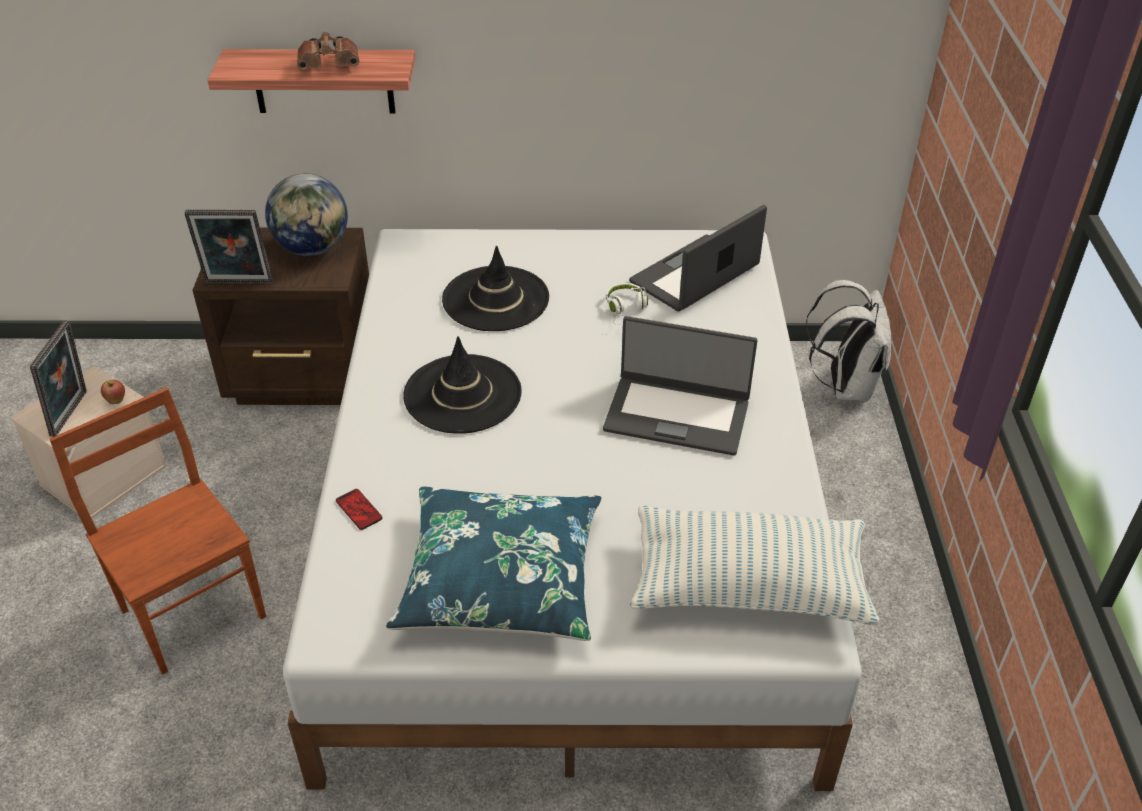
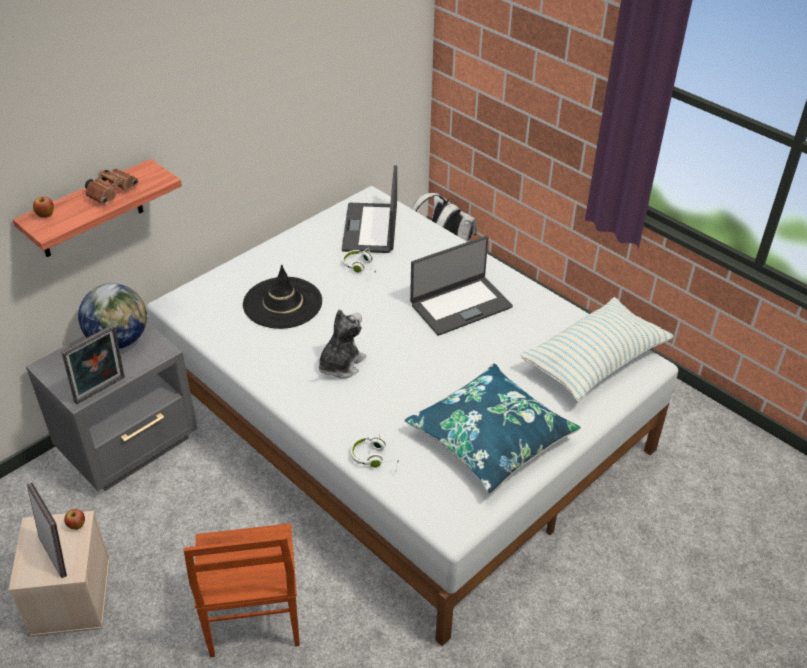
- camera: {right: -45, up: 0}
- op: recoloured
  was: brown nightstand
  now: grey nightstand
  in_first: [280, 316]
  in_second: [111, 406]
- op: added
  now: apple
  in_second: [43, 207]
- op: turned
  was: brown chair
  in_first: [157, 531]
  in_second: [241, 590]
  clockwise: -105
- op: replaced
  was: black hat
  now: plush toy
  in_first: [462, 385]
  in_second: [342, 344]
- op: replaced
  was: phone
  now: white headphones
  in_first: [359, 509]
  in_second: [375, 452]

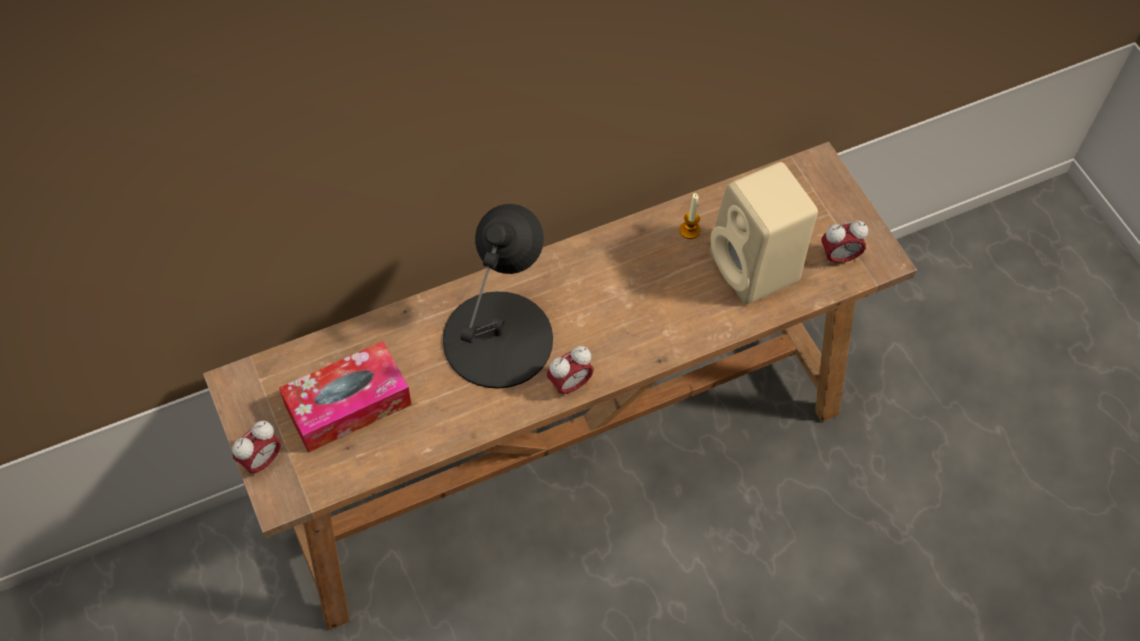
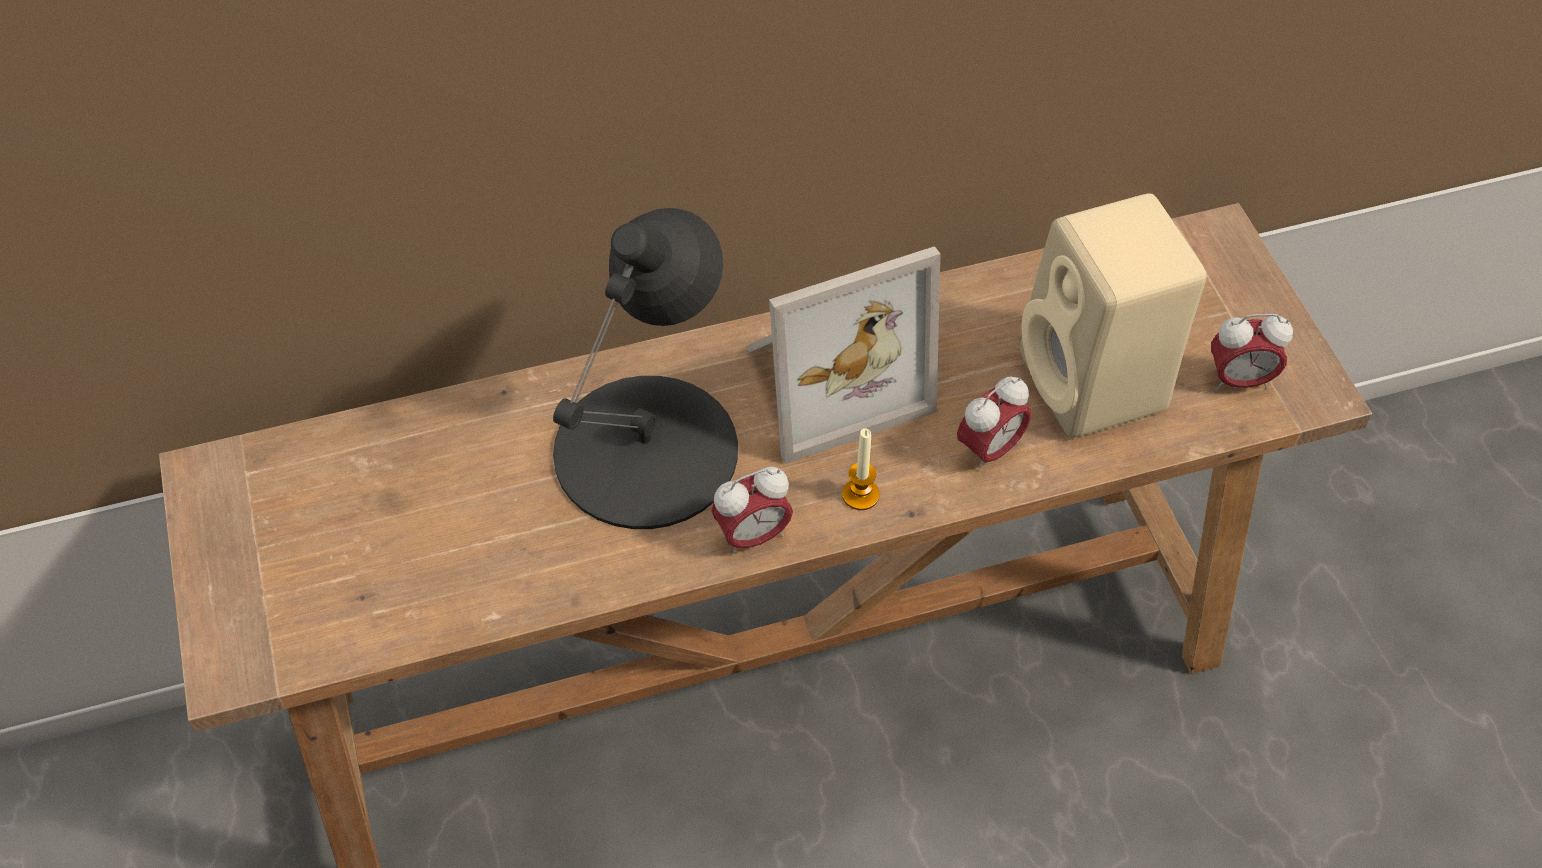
- camera: {right: 10, up: -5}
- op: added
  now: picture frame
  in_second: [843, 355]
- op: moved
  was: candle
  in_first: [690, 216]
  in_second: [860, 469]
- op: moved
  was: alarm clock
  in_first: [256, 449]
  in_second: [994, 424]
- op: removed
  was: tissue box
  in_first: [345, 397]

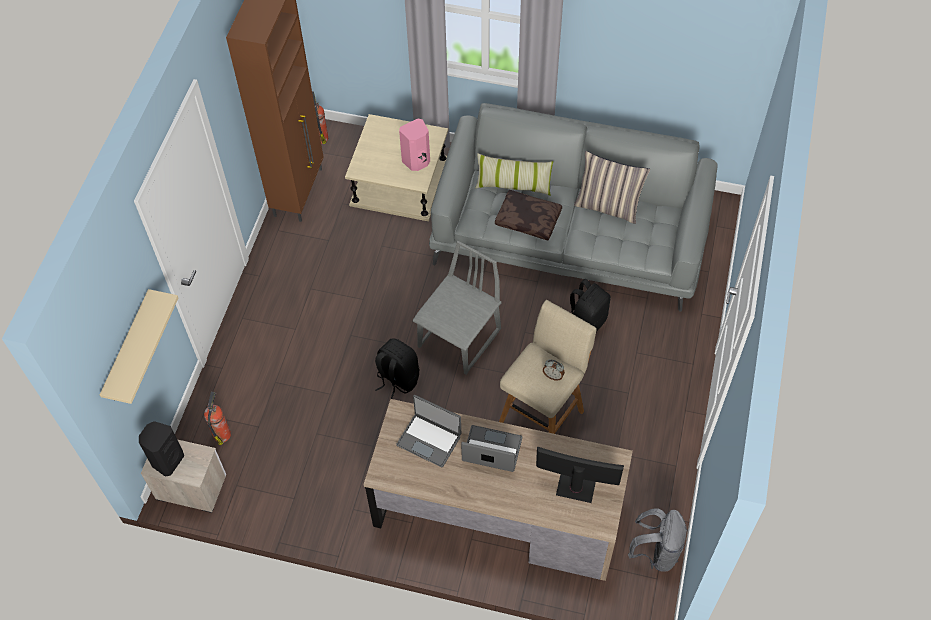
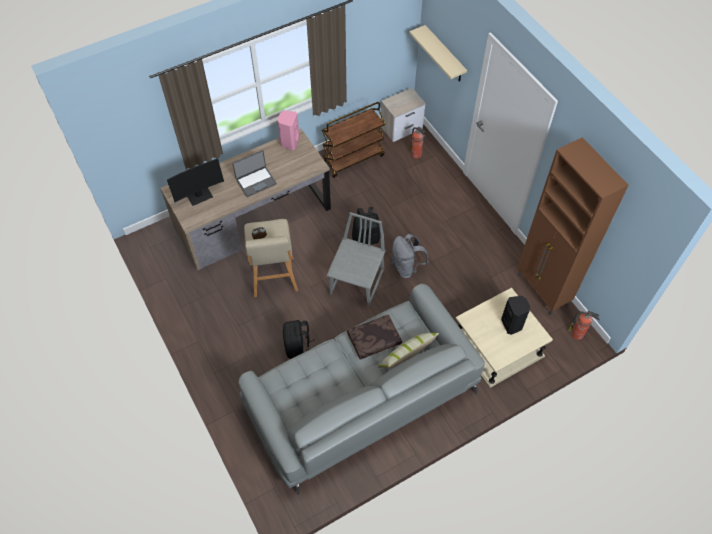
- camera: {right: 135, up: 0}
- op: moved
  was: pink speaker
  in_first: [414, 145]
  in_second: [288, 130]
- op: added
  now: brown cart
  in_second: [353, 140]
- op: turned
  was: grey chair
  in_first: [457, 308]
  in_second: [356, 259]
  clockwise: -150
- op: moved
  was: grey backpack
  in_first: [658, 540]
  in_second: [410, 256]
- op: moved
  was: black speaker
  in_first: [161, 449]
  in_second: [515, 315]
- op: removed
  was: laptop
  in_first: [428, 431]
- op: removed
  was: pillow
  in_first: [612, 187]

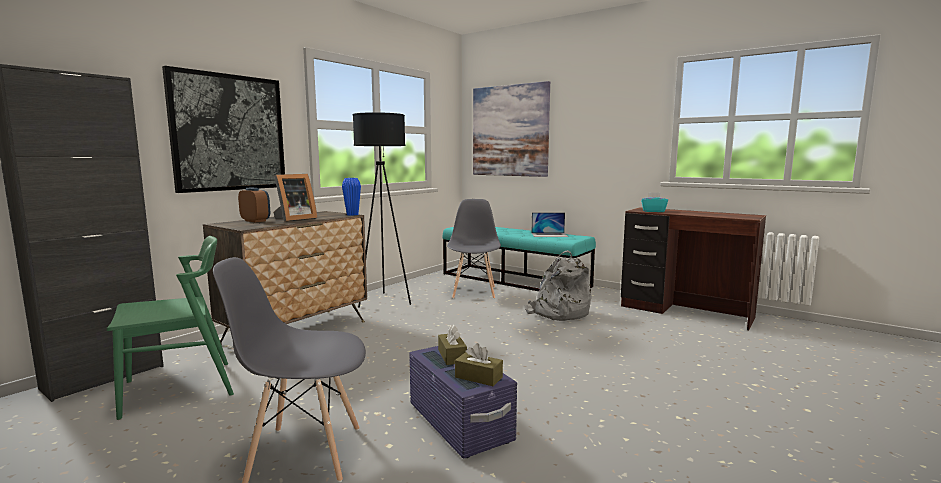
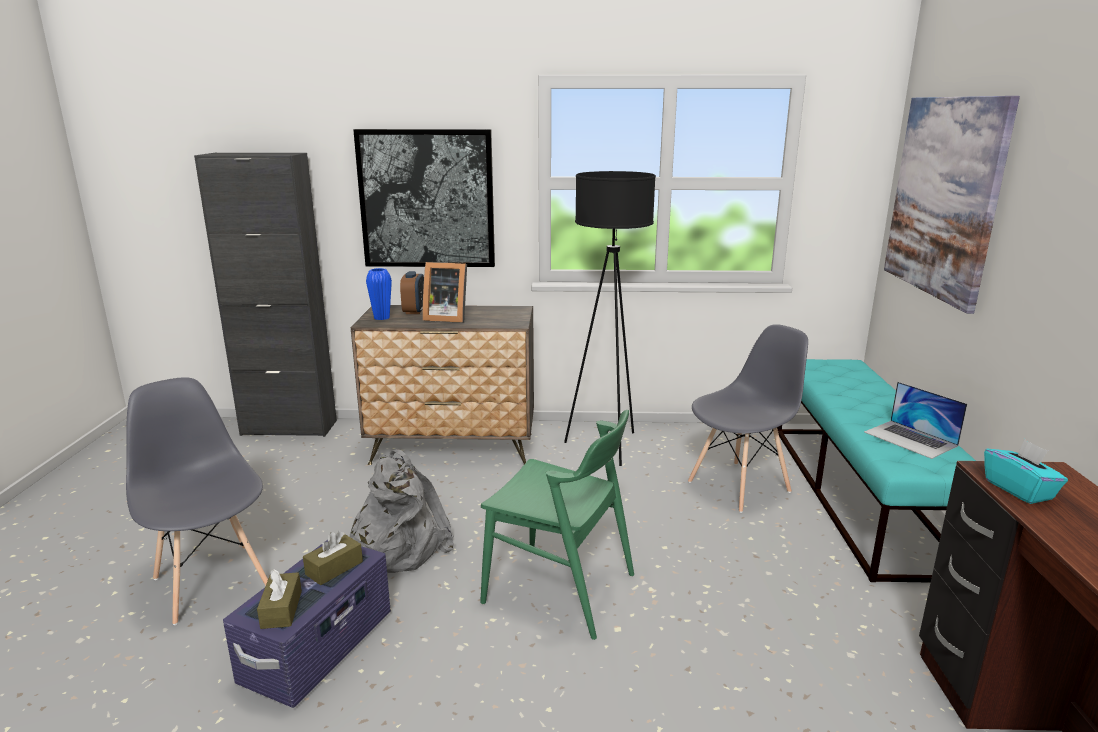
- camera: {right: 55, up: 10}
- op: moved
  was: grey backpack
  in_first: [558, 285]
  in_second: [402, 511]
- op: moved
  was: blue vase
  in_first: [351, 196]
  in_second: [379, 294]
- op: moved
  was: green chair
  in_first: [170, 328]
  in_second: [557, 525]

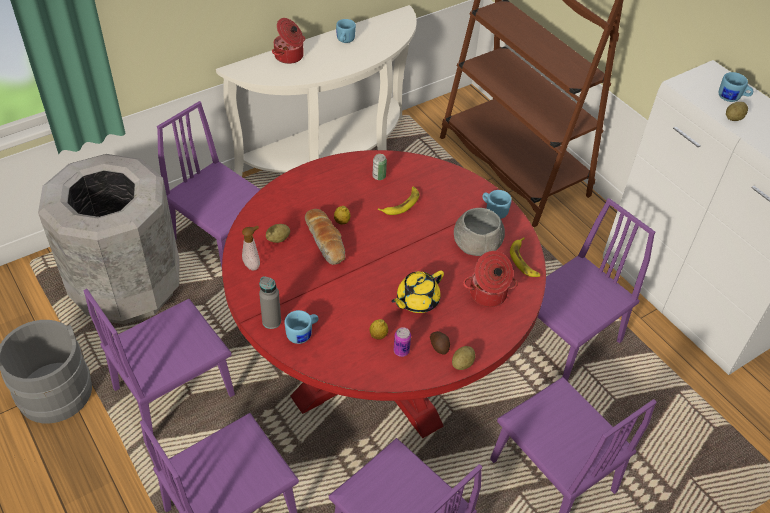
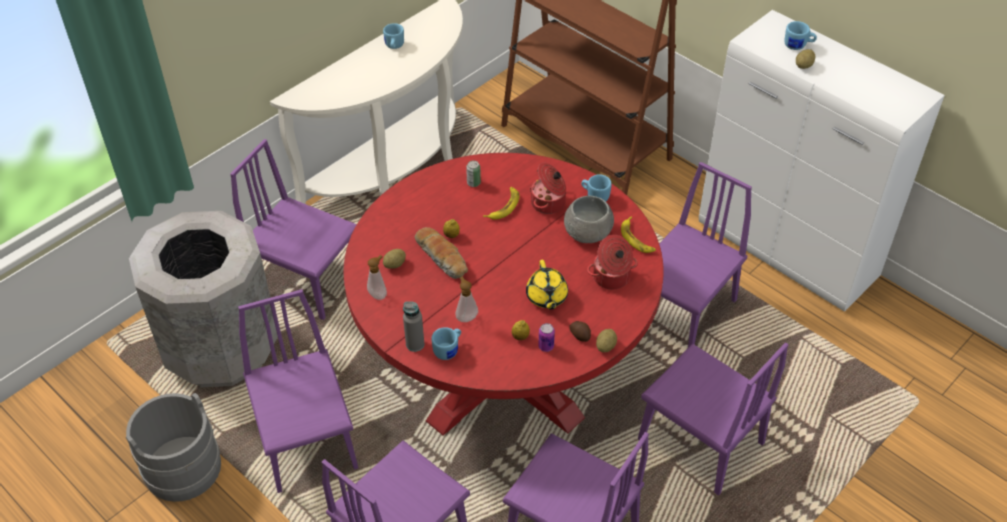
- camera: {right: -10, up: 0}
- op: turned
  was: purple chair
  in_first: [159, 366]
  in_second: [298, 391]
  clockwise: 120
- op: added
  now: soap dispenser
  in_second: [467, 299]
- op: turned
  was: yellow teapot
  in_first: [417, 291]
  in_second: [547, 285]
  clockwise: -45
- op: moved
  was: cooking pot
  in_first: [288, 41]
  in_second: [548, 188]

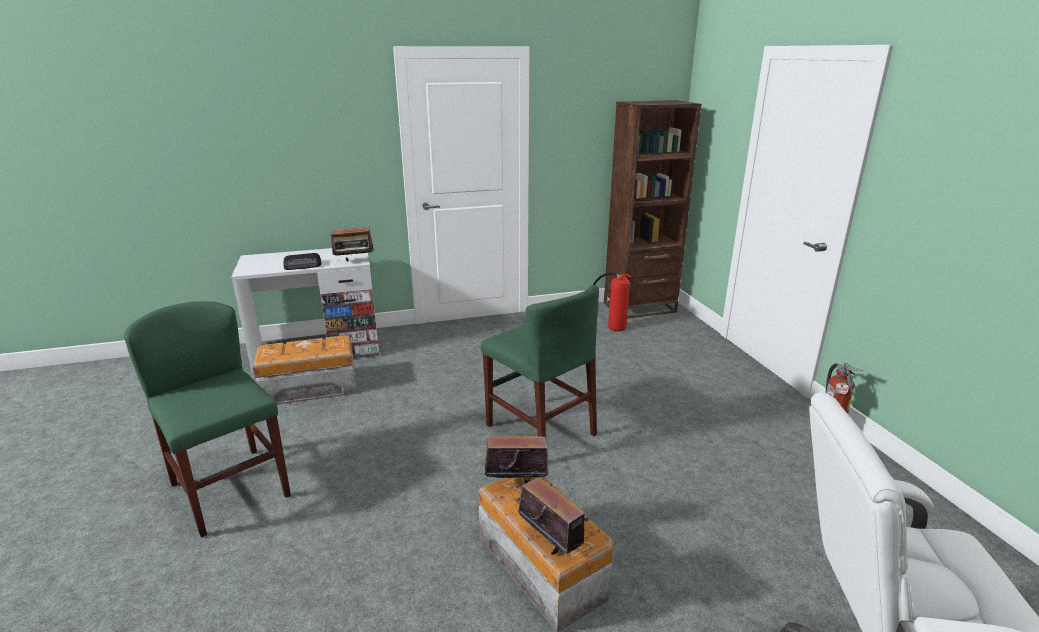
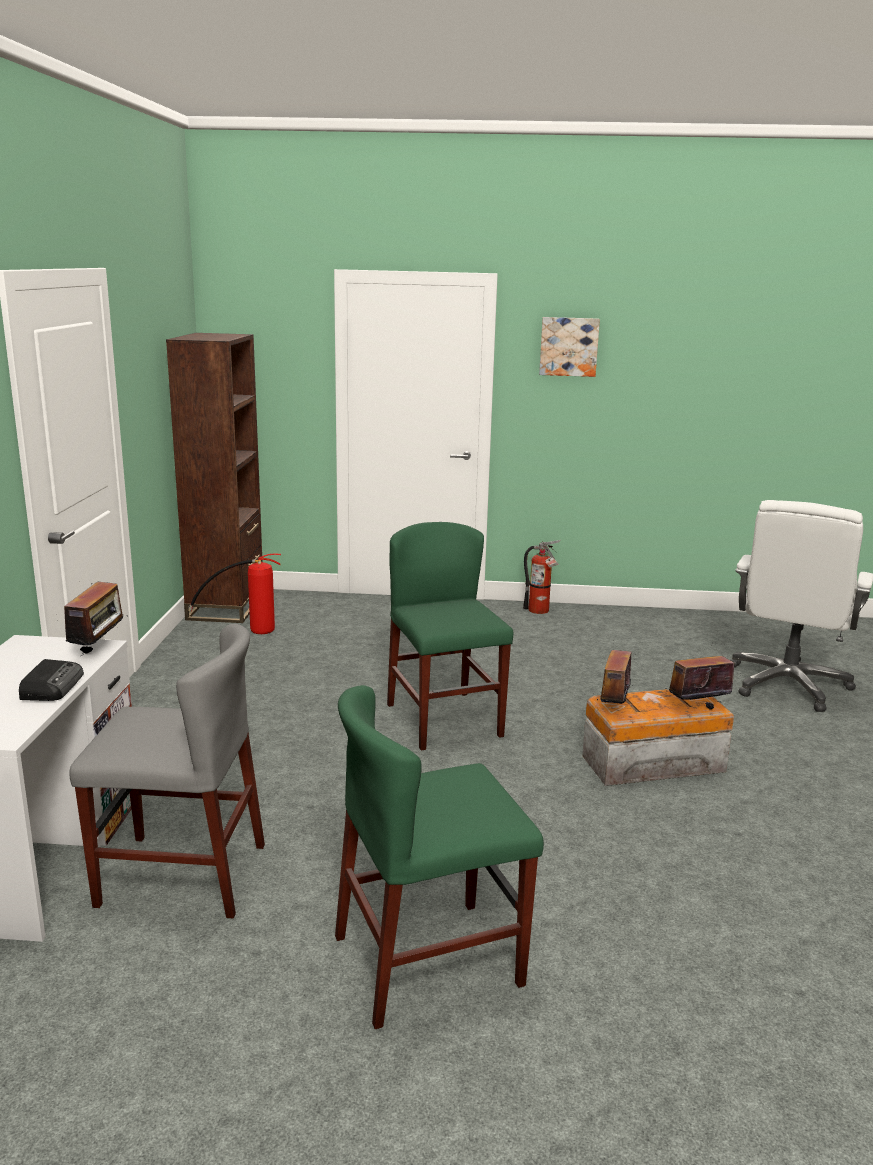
- camera: {right: -70, up: -5}
- op: replaced
  was: storage box
  now: grey chair
  in_first: [305, 369]
  in_second: [167, 771]
- op: turned
  was: green chair
  in_first: [540, 361]
  in_second: [450, 636]
  clockwise: -90
- op: added
  now: picture
  in_second: [569, 347]

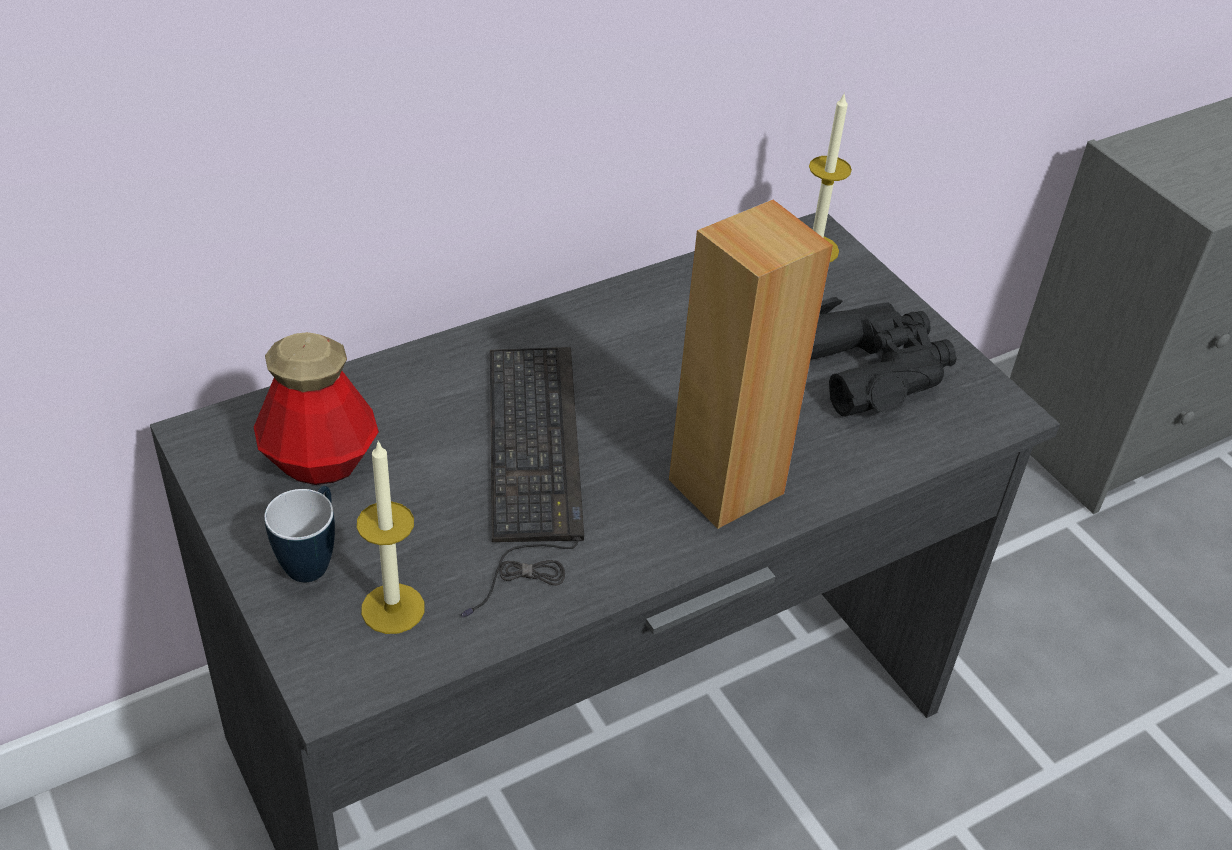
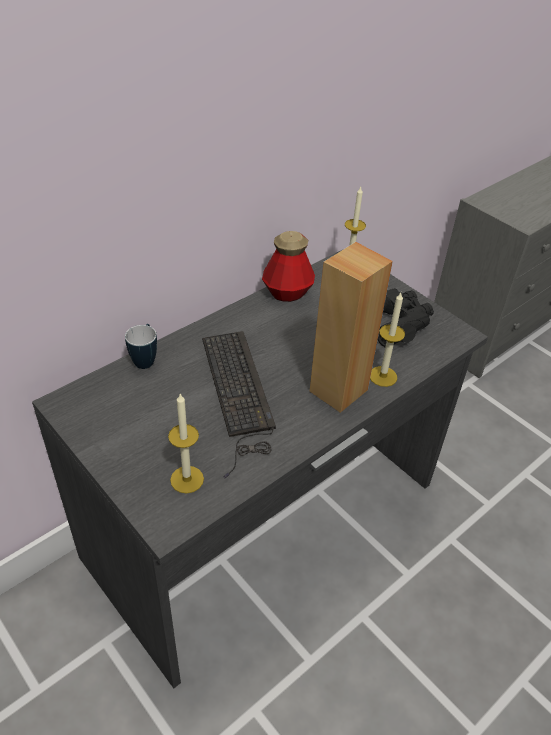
- camera: {right: -10, up: 0}
- op: moved
  was: mug
  in_first: [299, 534]
  in_second: [141, 346]
- op: moved
  was: bottle
  in_first: [316, 408]
  in_second: [288, 266]
- op: added
  now: candle
  in_second: [387, 340]

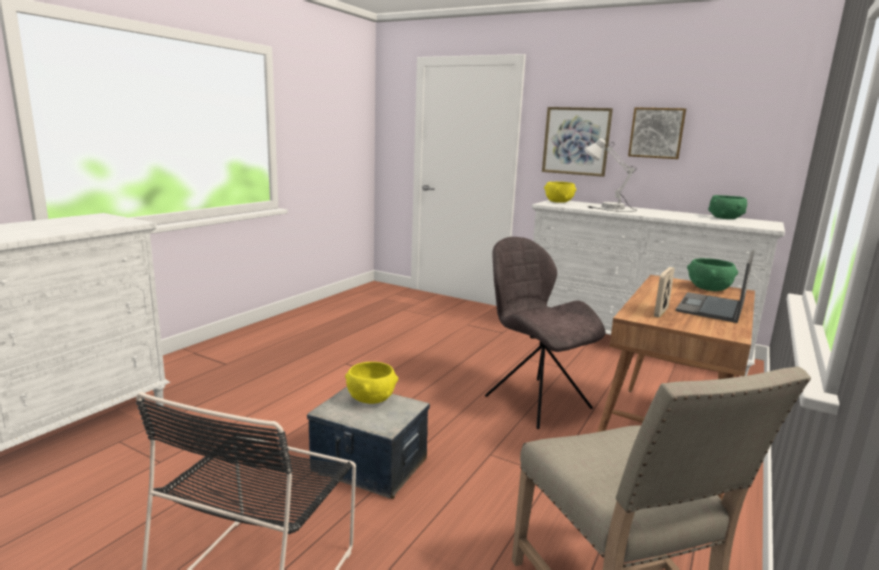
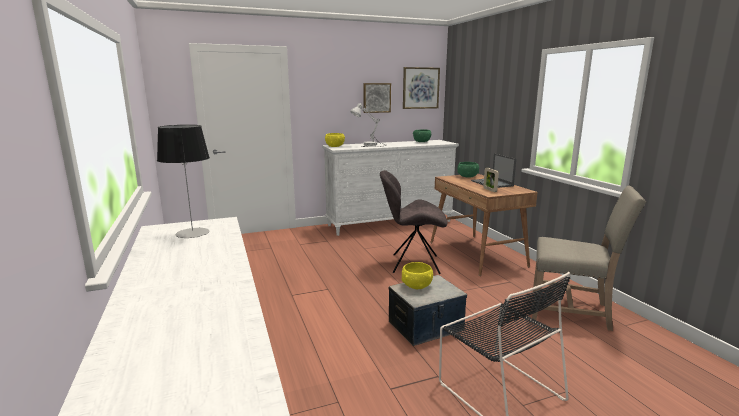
- camera: {right: -50, up: 0}
- op: added
  now: table lamp
  in_second: [183, 181]
- op: moved
  was: picture
  in_first: [577, 142]
  in_second: [421, 88]

